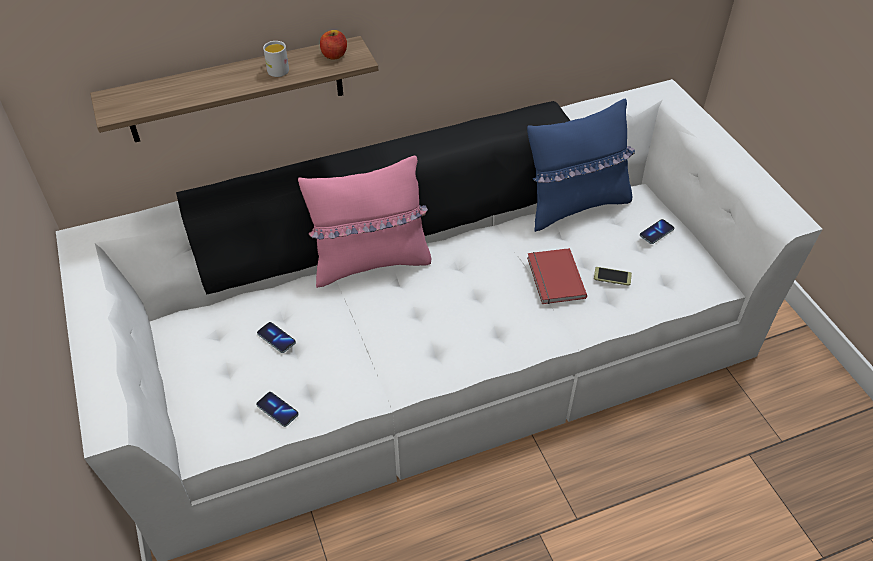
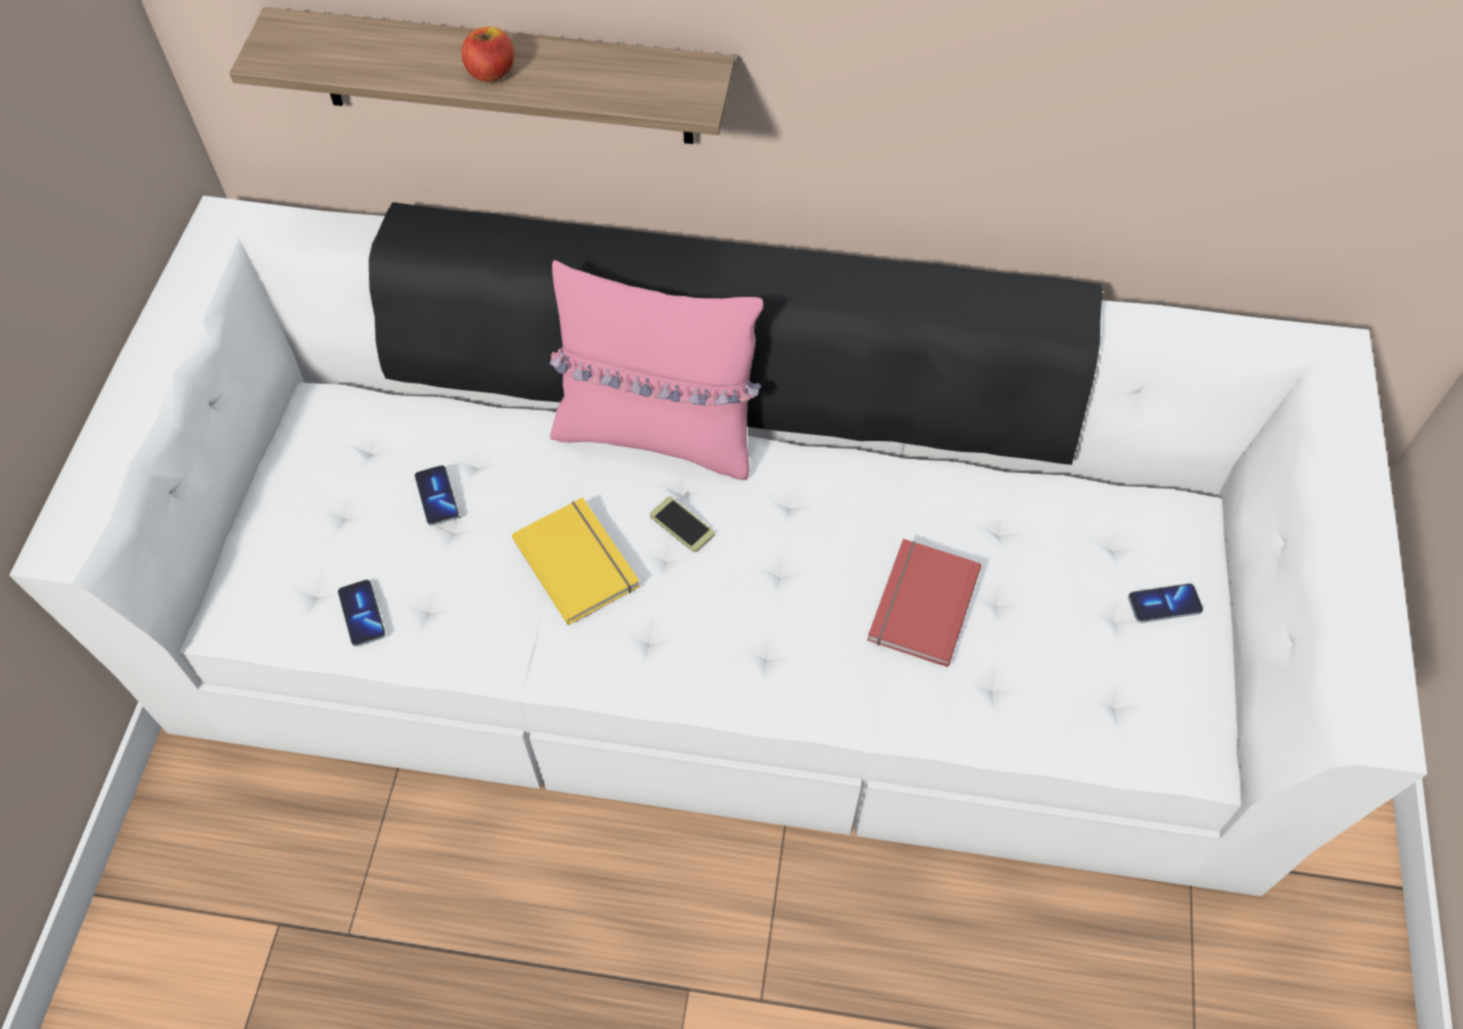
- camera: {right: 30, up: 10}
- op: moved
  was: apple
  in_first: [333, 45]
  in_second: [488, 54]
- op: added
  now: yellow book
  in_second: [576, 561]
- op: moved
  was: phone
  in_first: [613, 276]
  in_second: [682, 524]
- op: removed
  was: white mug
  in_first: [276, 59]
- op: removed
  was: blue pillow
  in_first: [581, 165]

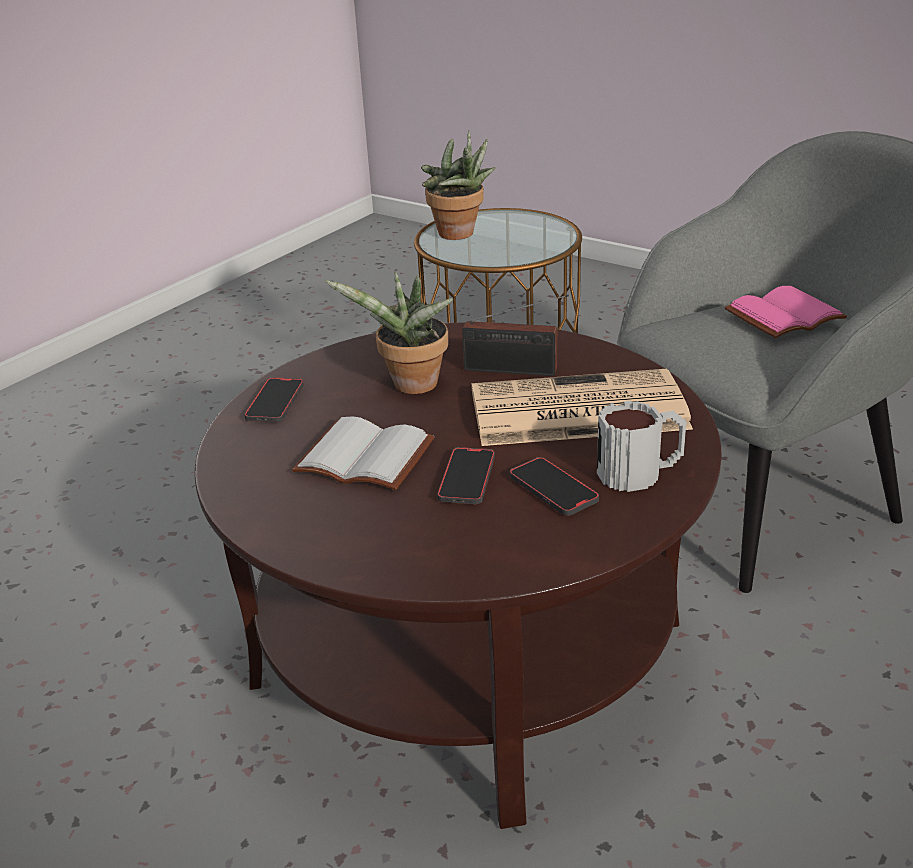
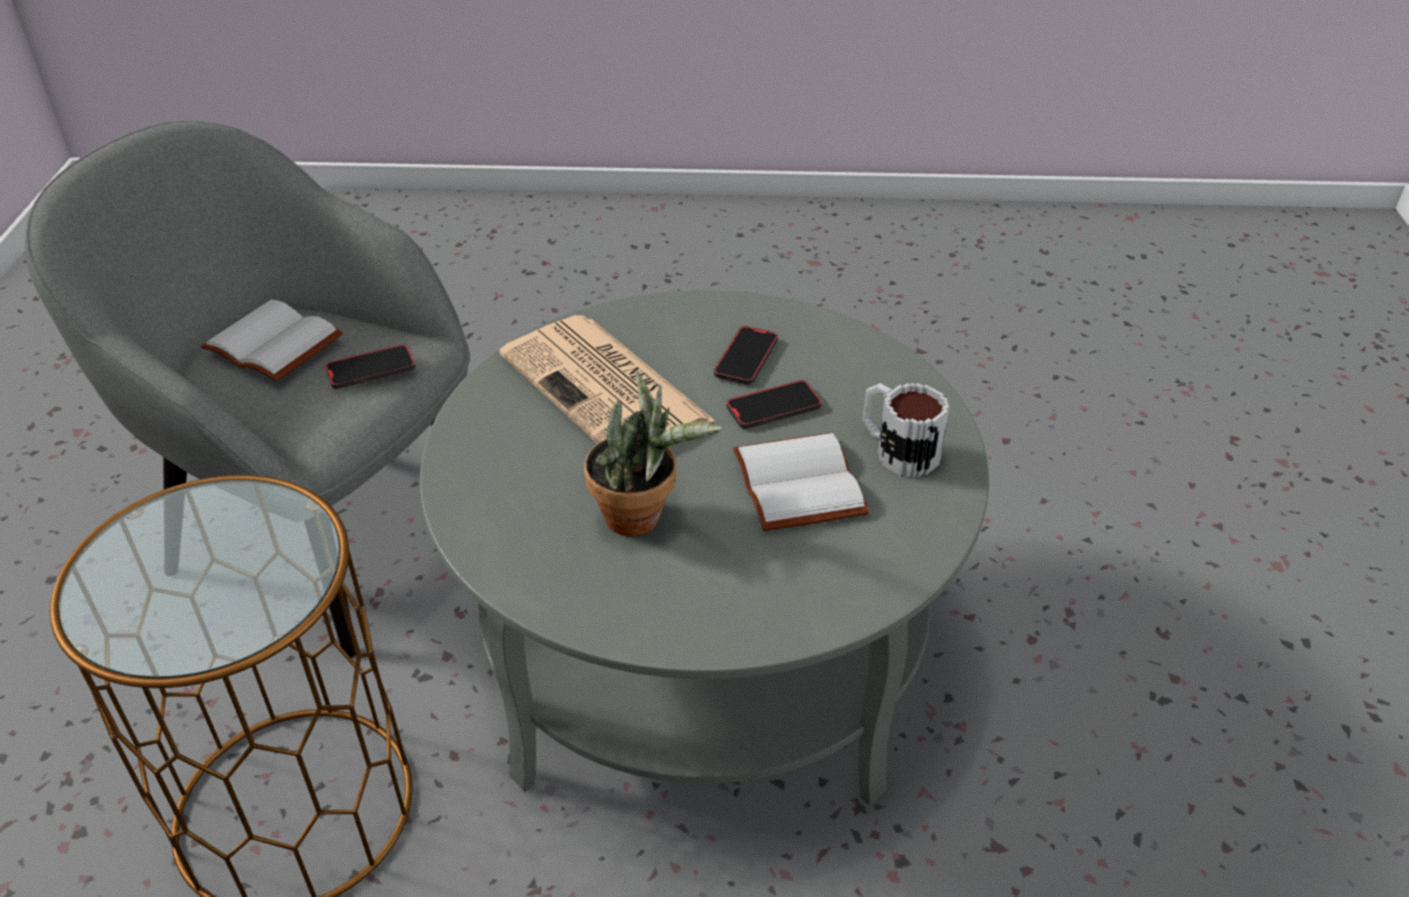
- camera: {right: -125, up: 10}
- op: recoloured
  was: pink book
  now: white book
  in_first: [786, 312]
  in_second: [272, 340]
- op: moved
  was: phone
  in_first: [274, 399]
  in_second: [370, 366]
- op: recoloured
  was: brown coffee table
  now: grey coffee table
  in_first: [458, 575]
  in_second: [704, 547]
- op: moved
  was: mug
  in_first: [641, 446]
  in_second: [906, 430]
- op: removed
  was: potted plant
  in_first: [458, 185]
- op: removed
  was: radio
  in_first: [515, 335]

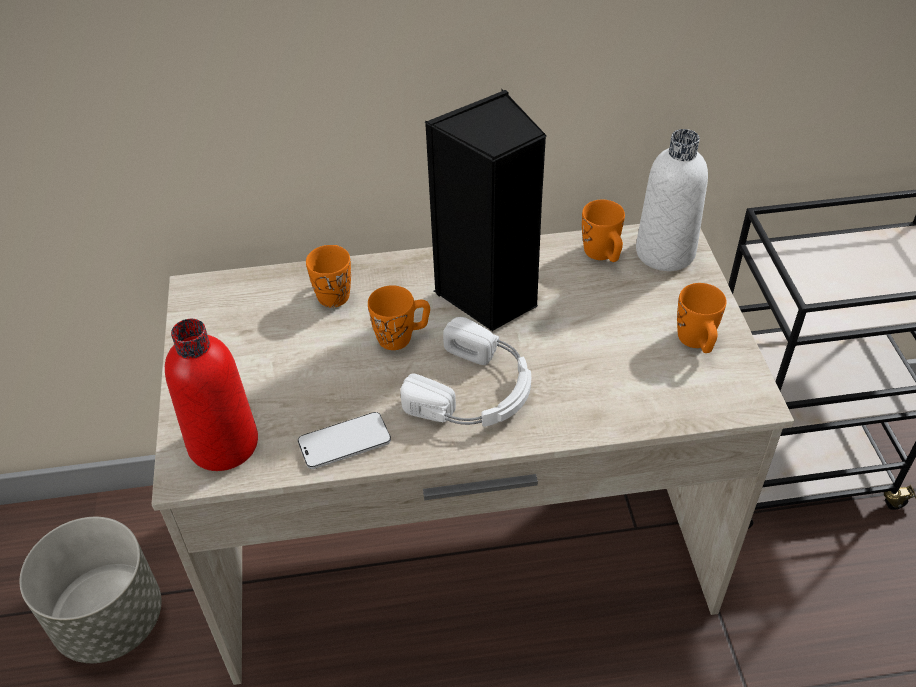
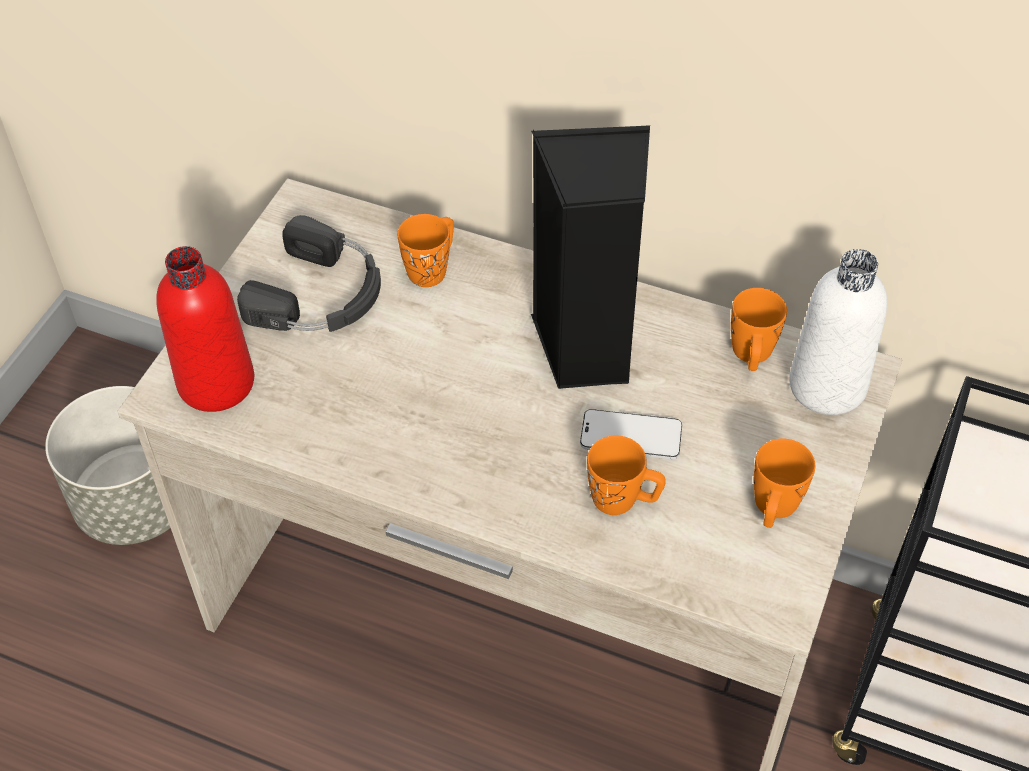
- camera: {right: 30, up: 5}
- op: added
  now: black headphones
  in_second: [309, 273]
- op: moved
  was: phone
  in_first: [344, 440]
  in_second: [631, 434]
- op: moved
  was: orange mug
  in_first: [399, 317]
  in_second: [626, 475]
- op: removed
  was: white headphones
  in_first: [465, 372]

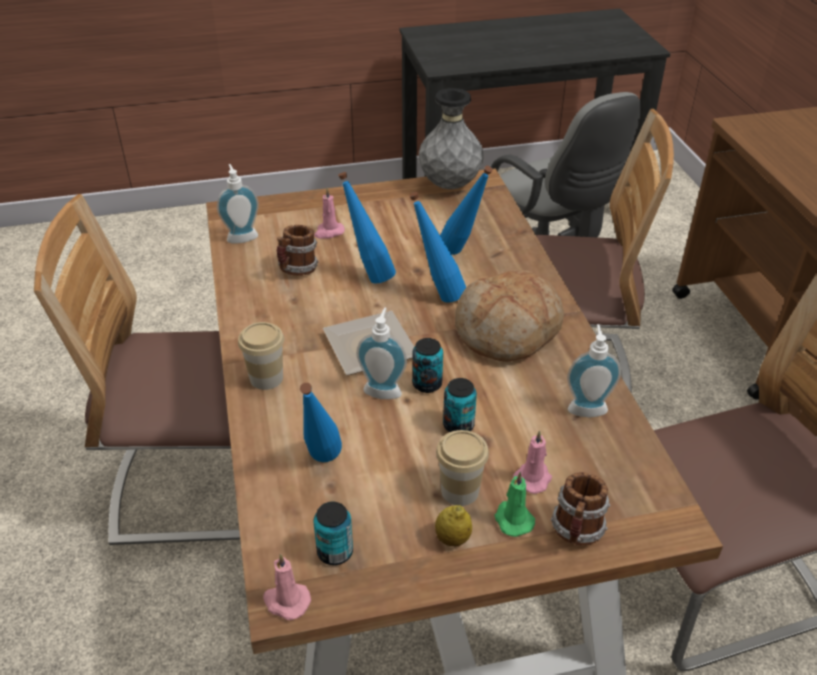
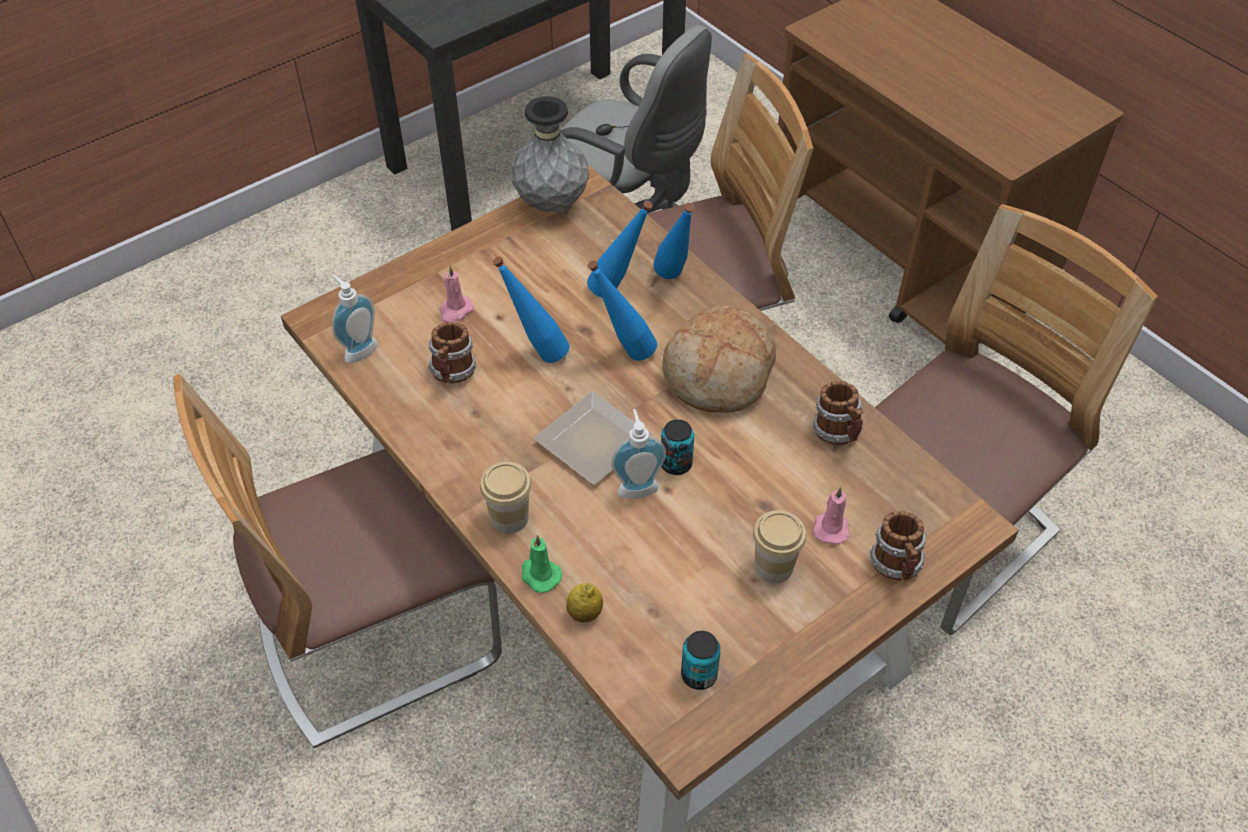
- camera: {right: -25, up: 10}
- op: moved
  was: green candle
  in_first: [515, 504]
  in_second: [542, 564]
- op: moved
  was: lemon
  in_first: [453, 525]
  in_second: [584, 602]
- op: moved
  was: blue bottle
  in_first: [321, 422]
  in_second: [674, 241]
- op: replaced
  was: soap dispenser
  now: mug
  in_first: [594, 370]
  in_second: [837, 413]
- op: removed
  was: pink candle
  in_first: [287, 587]
- op: removed
  was: can
  in_first: [460, 405]

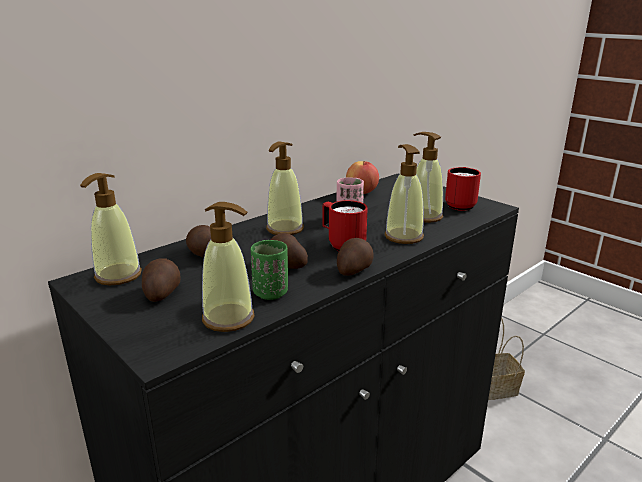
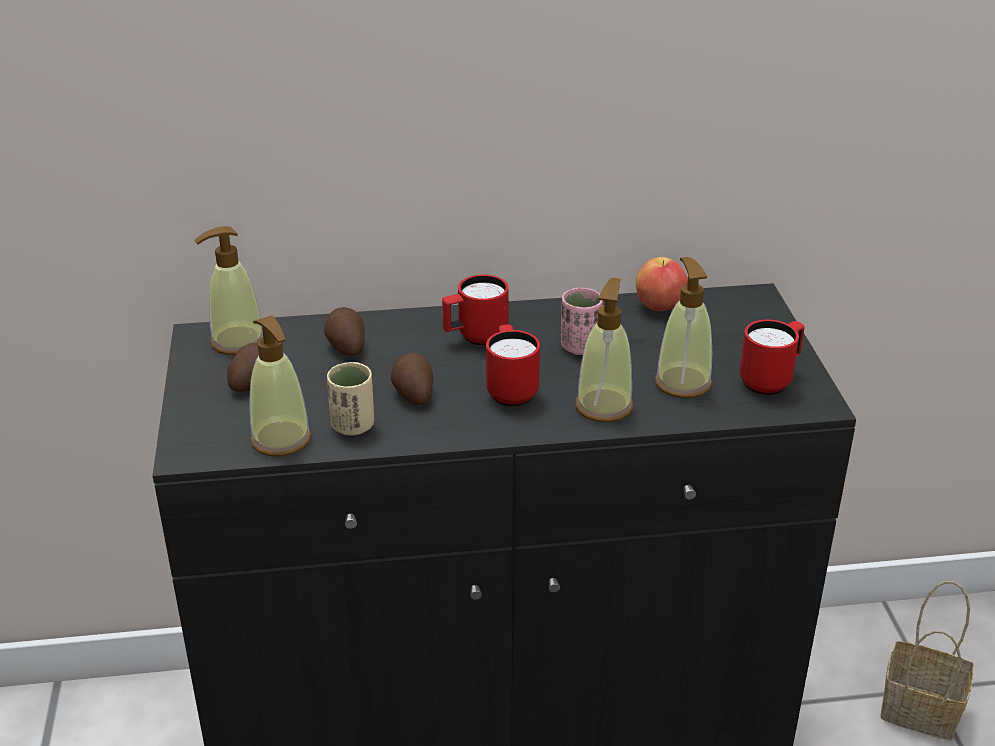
- camera: {right: 35, up: 10}
- op: recoloured
  was: green cup
  now: beige cup
  in_first: [269, 270]
  in_second: [350, 399]
- op: replaced
  was: soap dispenser
  now: red mug
  in_first: [285, 188]
  in_second: [475, 310]
- op: removed
  was: potato
  in_first: [355, 257]

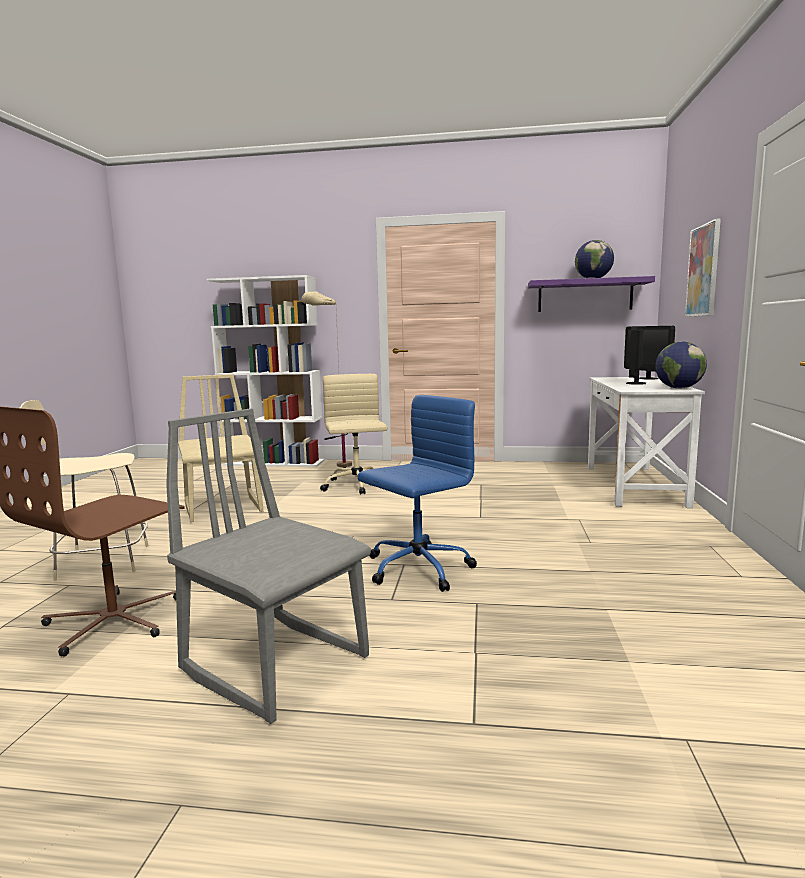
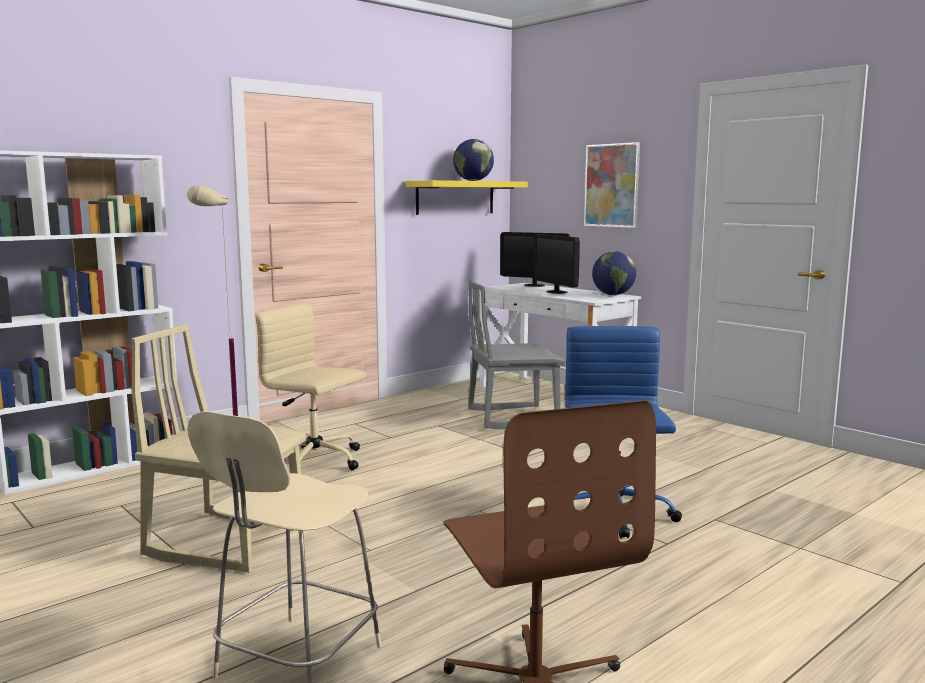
- camera: {right: -50, up: 0}
- op: recoloured
  was: purple shelf
  now: yellow shelf
  in_first: [591, 294]
  in_second: [467, 197]
- op: moved
  was: grey chair
  in_first: [268, 566]
  in_second: [516, 354]

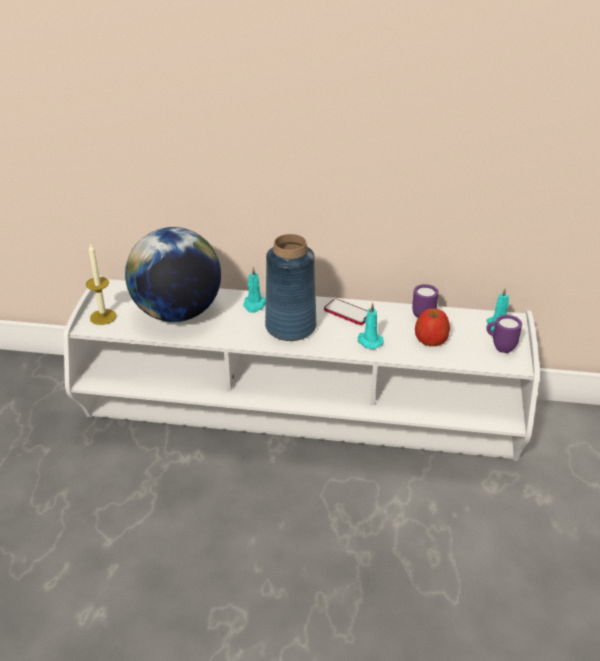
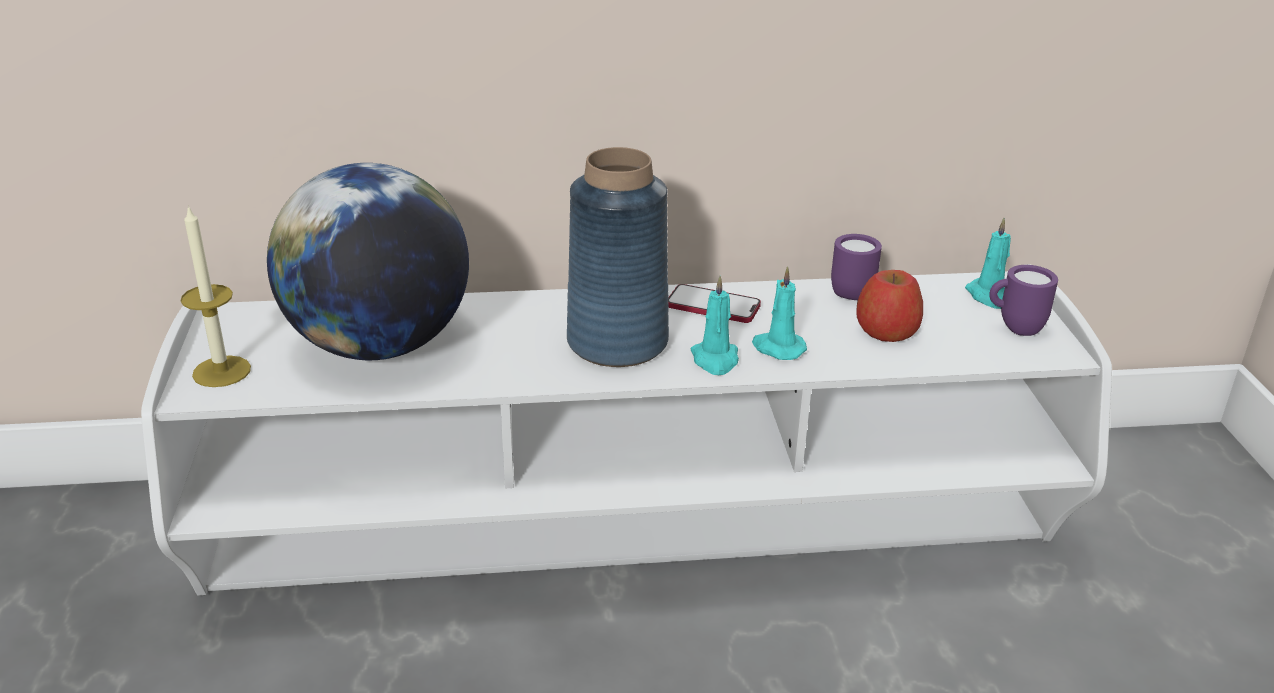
- camera: {right: -15, up: -5}
- op: moved
  was: turquoise candle
  in_first: [254, 290]
  in_second: [715, 325]

